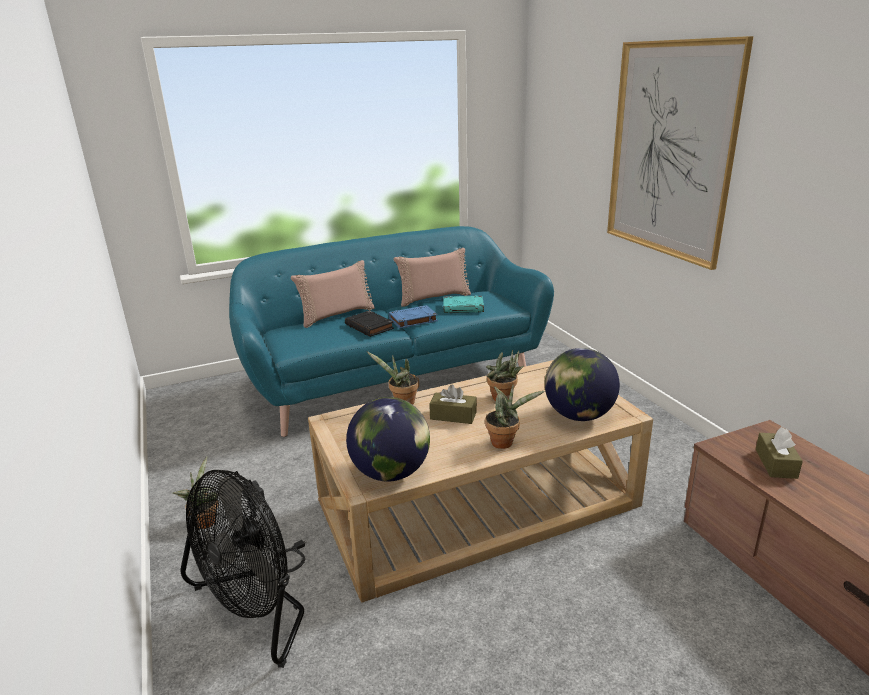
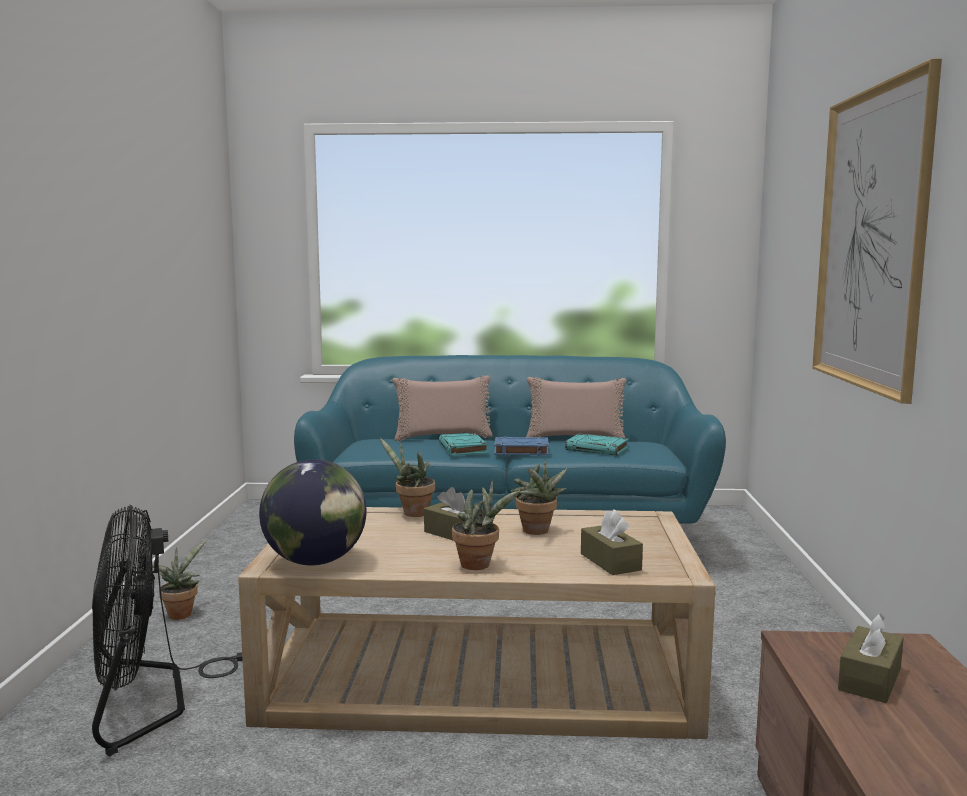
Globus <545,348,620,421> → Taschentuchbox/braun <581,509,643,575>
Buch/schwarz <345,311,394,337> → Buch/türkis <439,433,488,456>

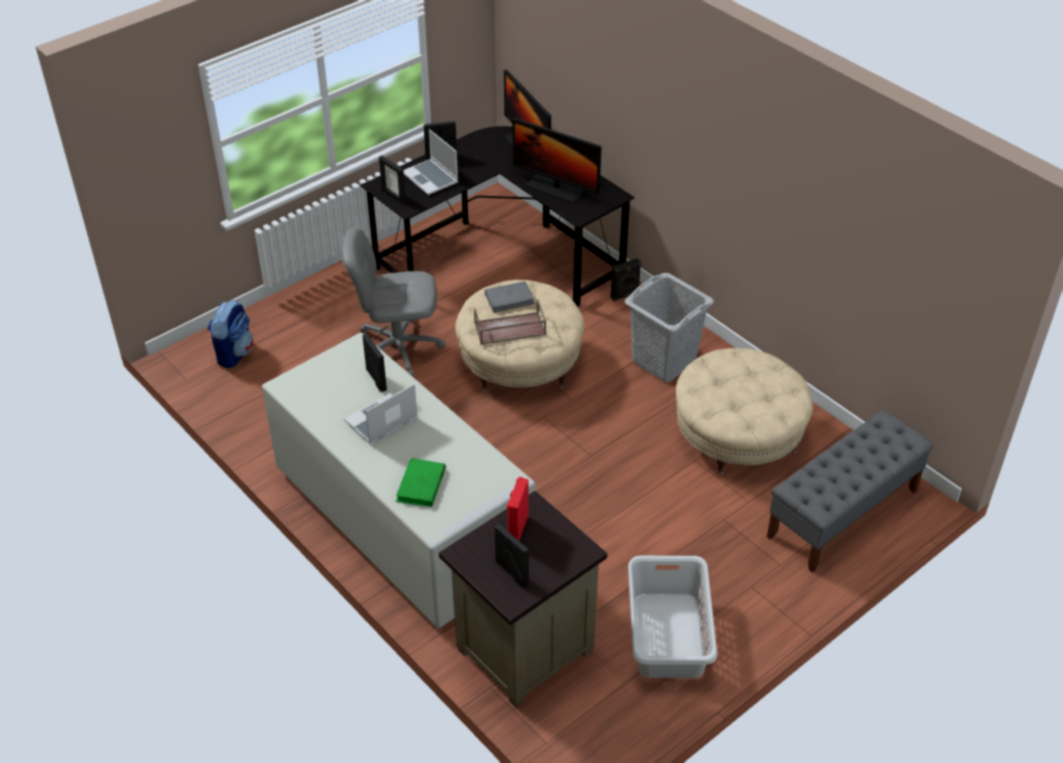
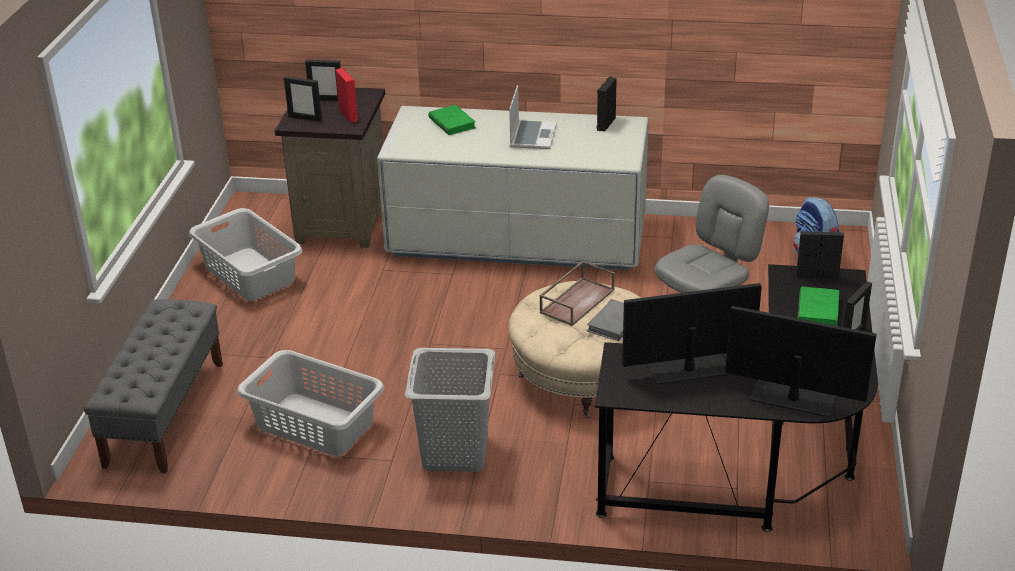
Bilderrahmen <362,334,387,392> → Bilderrahmen <284,76,322,122>, move
Lautsprecher/schwarz <611,258,641,301> → Lautsprecher/schwarz <597,76,617,132>, move
Laptop <403,129,458,195> → Buch/grün <797,286,839,326>
Polsterhocker/beige <676,348,813,475> → Wäschekorb/grau <237,350,384,456>

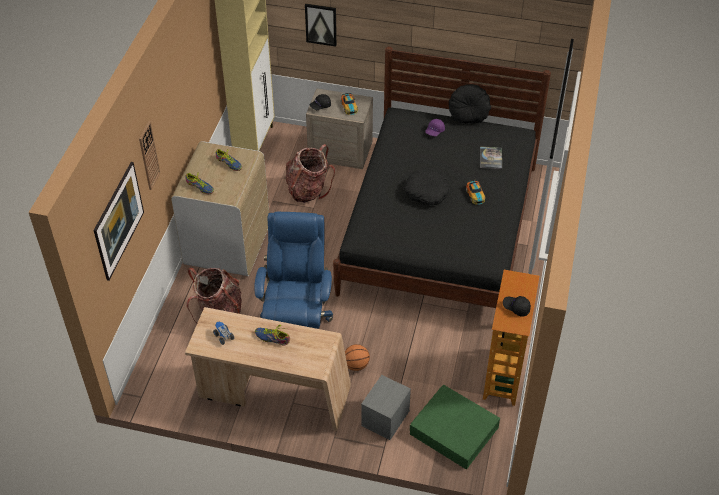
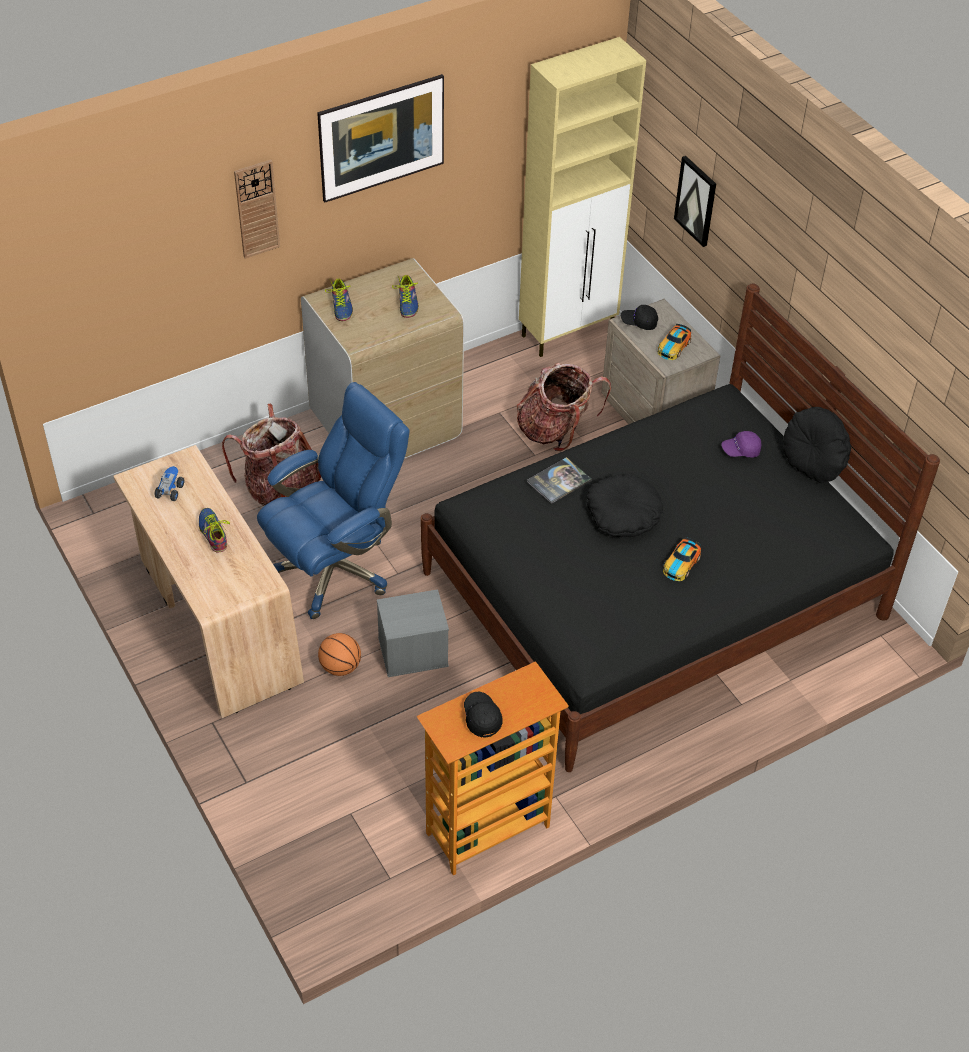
Aufbewahrungsbox/grün <410,385,500,469> → -
Bild <93,162,144,281> → Bild <317,74,444,202>, move
Aufbewahrungsbox/grau <361,375,411,440> → Aufbewahrungsbox/grau <377,589,449,677>, move
Buch <480,146,502,169> → Buch <527,457,592,504>, move

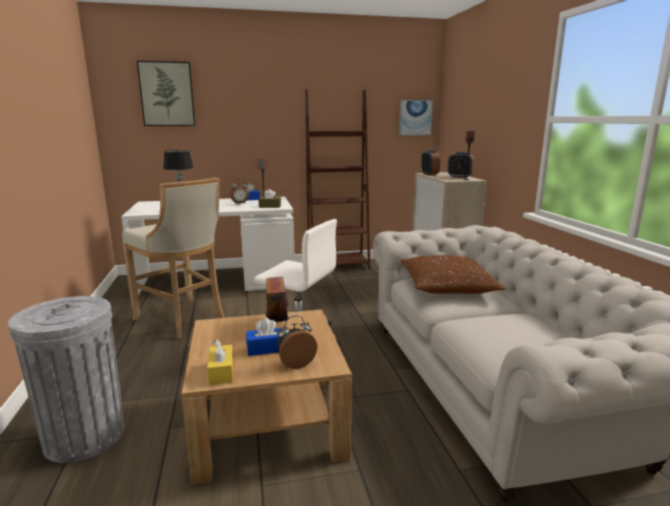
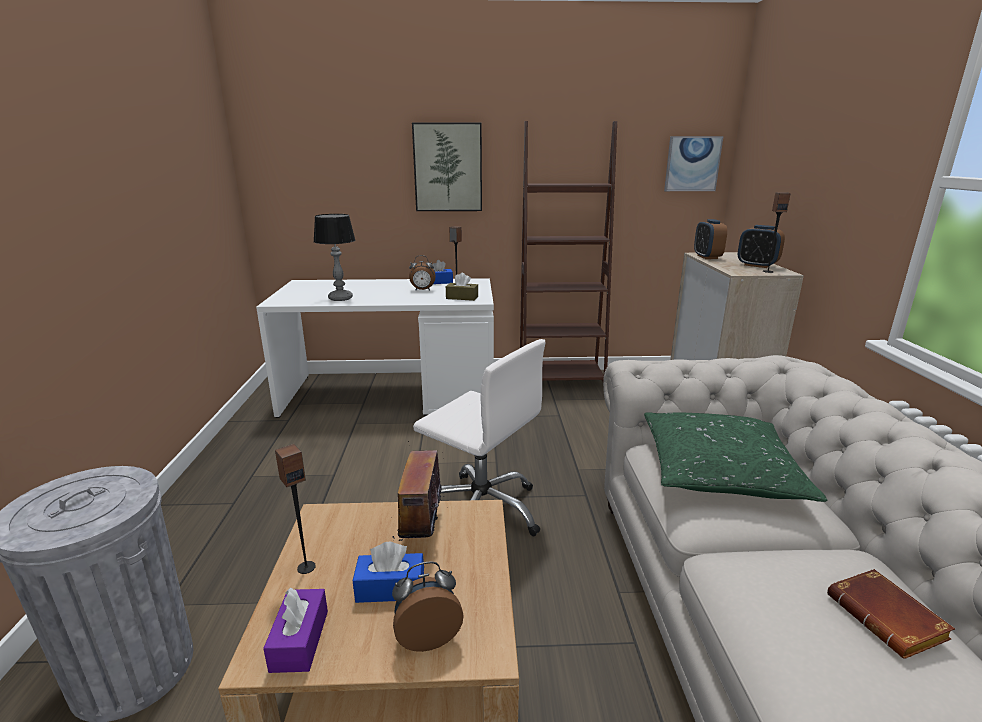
Hocker/beige <122,178,224,338> → -
- → Lautsprecher <275,444,316,574>
- → Buch/braun <827,569,955,659>
Bild <137,61,195,126> → Bild <412,123,482,211>, move
Taschentuchbox/gelb <207,339,233,385> → Taschentuchbox/lila <263,588,328,673>
Kissen/braun <401,255,505,294> → Kissen/grün <644,412,827,502>

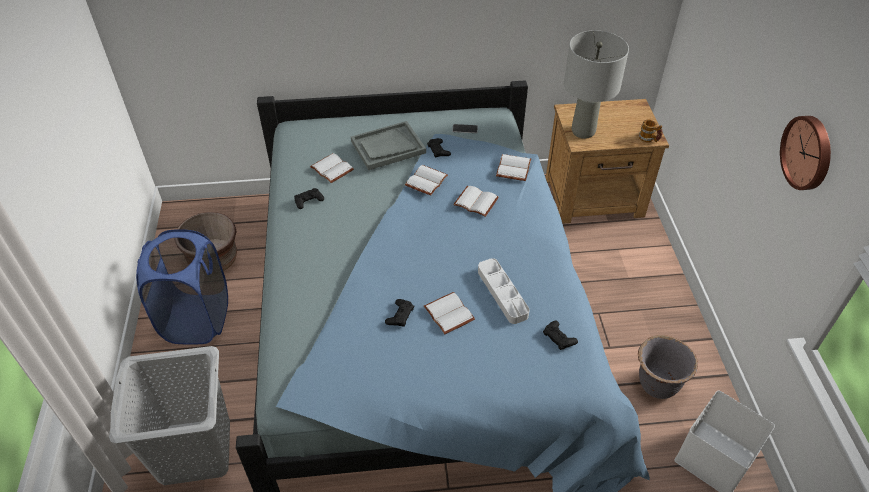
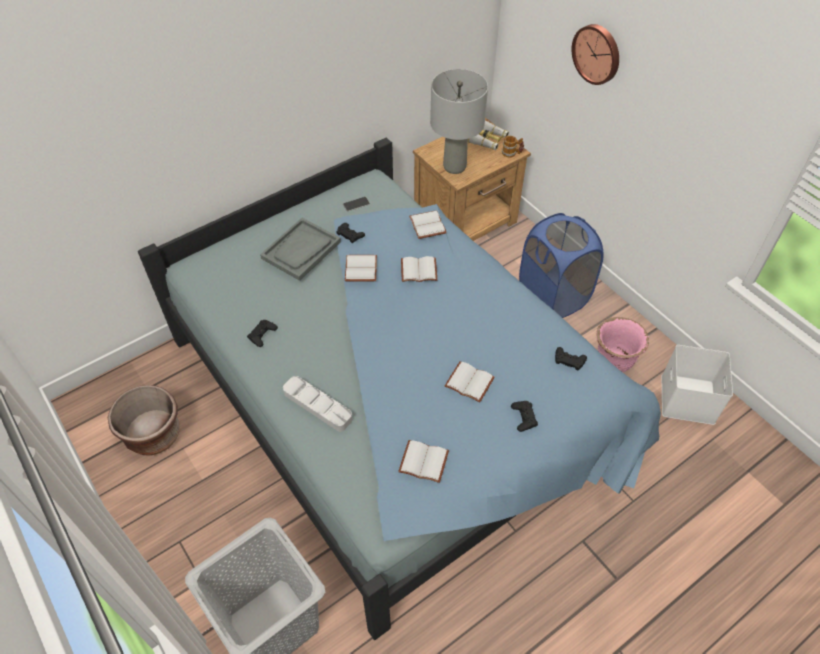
- → Fernglas <468,121,509,150>
Wäschekorb/blau <136,229,228,345> → Wäschekorb/blau <519,213,603,318>, move
Buch/weiß <310,153,354,183> → Buch/weiß <398,440,449,483>, move
Gamepad/schwarz <385,299,414,327> → Gamepad/schwarz <511,401,538,432>, move
Tablett/grau <478,258,530,324> → Tablett/grau <283,376,353,431>, move
Wanduhr <780,116,831,190> → Wanduhr <572,24,619,85>, move
Pflanzkübel/grau <638,335,698,399> → Pflanzkübel/rosa <596,317,649,372>

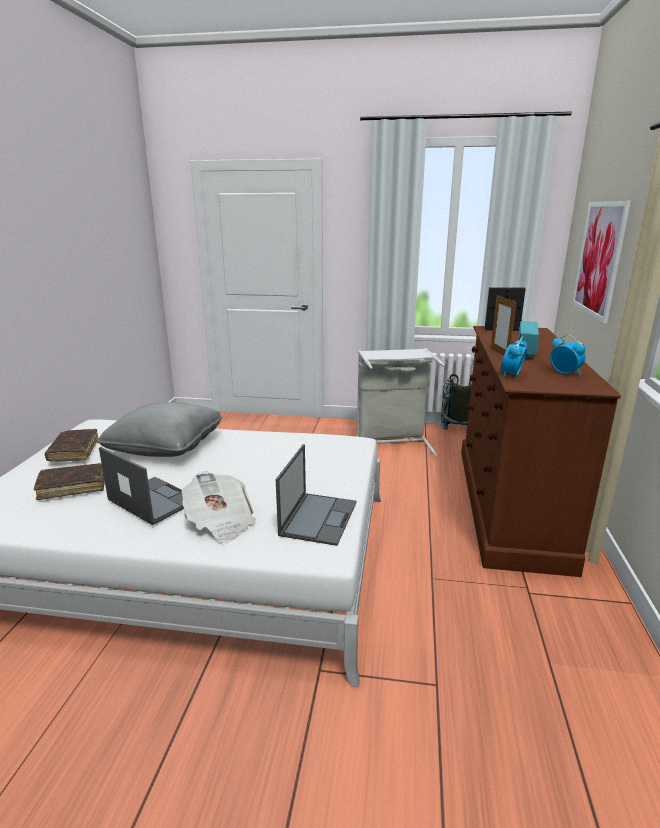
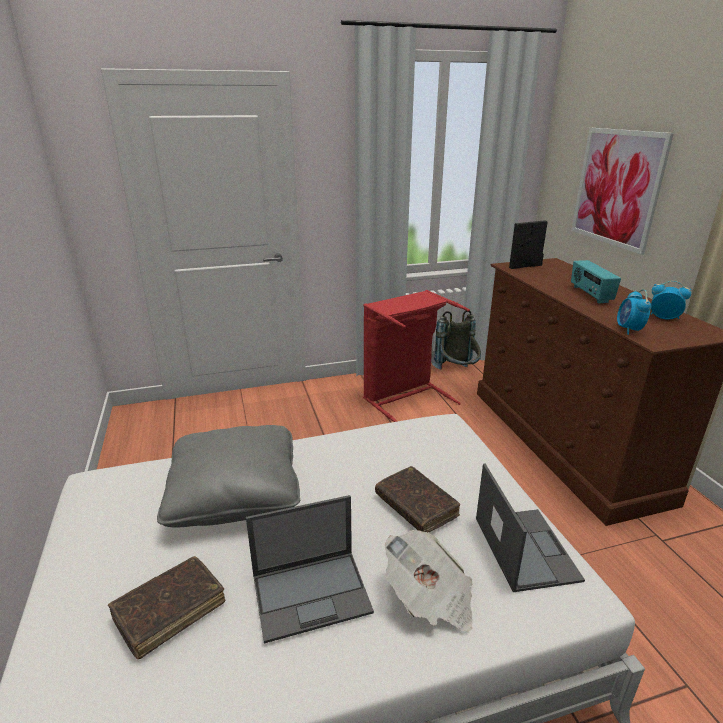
Bilderrahmen <491,294,516,355> → -
Buch/braun <44,429,98,461> → Buch/braun <375,466,460,533>, move
Wäschekorb/grau <357,348,445,457> → Wäschekorb/rot <363,290,470,422>
Laptop <99,447,184,525> → Laptop <246,495,374,644>, 150 degrees clockwise

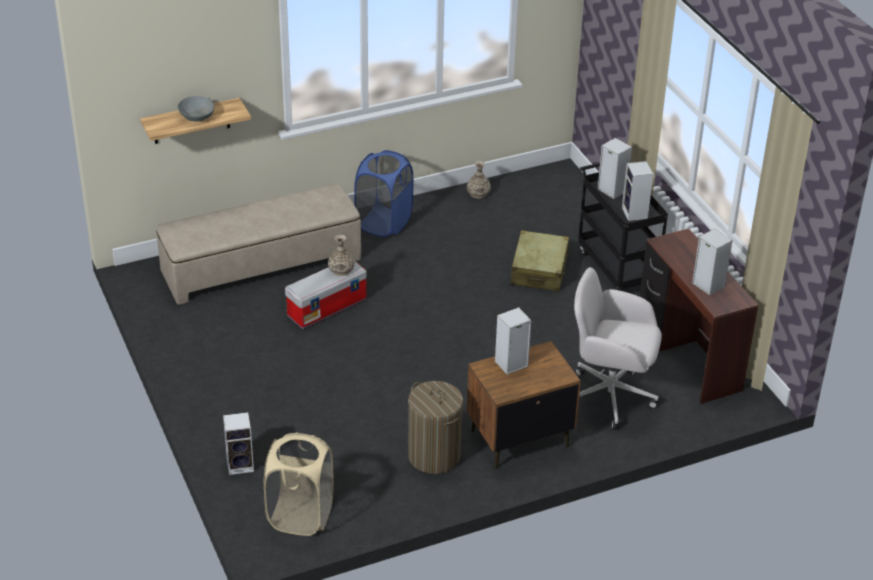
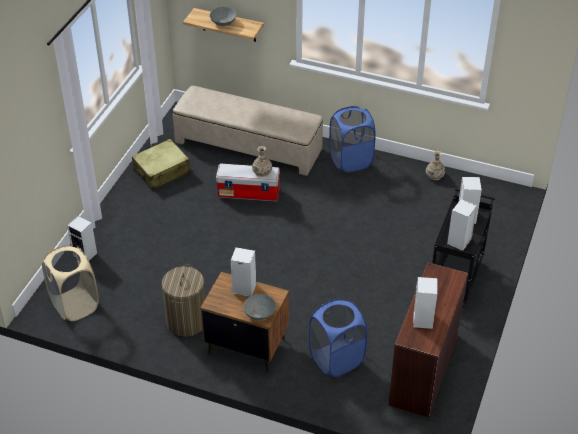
- → Schüssel/grau <243,294,276,320>
Koffer/beige <511,230,569,292> → Koffer/beige <132,139,191,190>, move
Bürostuhl/weiß <574,267,662,429> → Wäschekorb/blau <309,299,367,377>

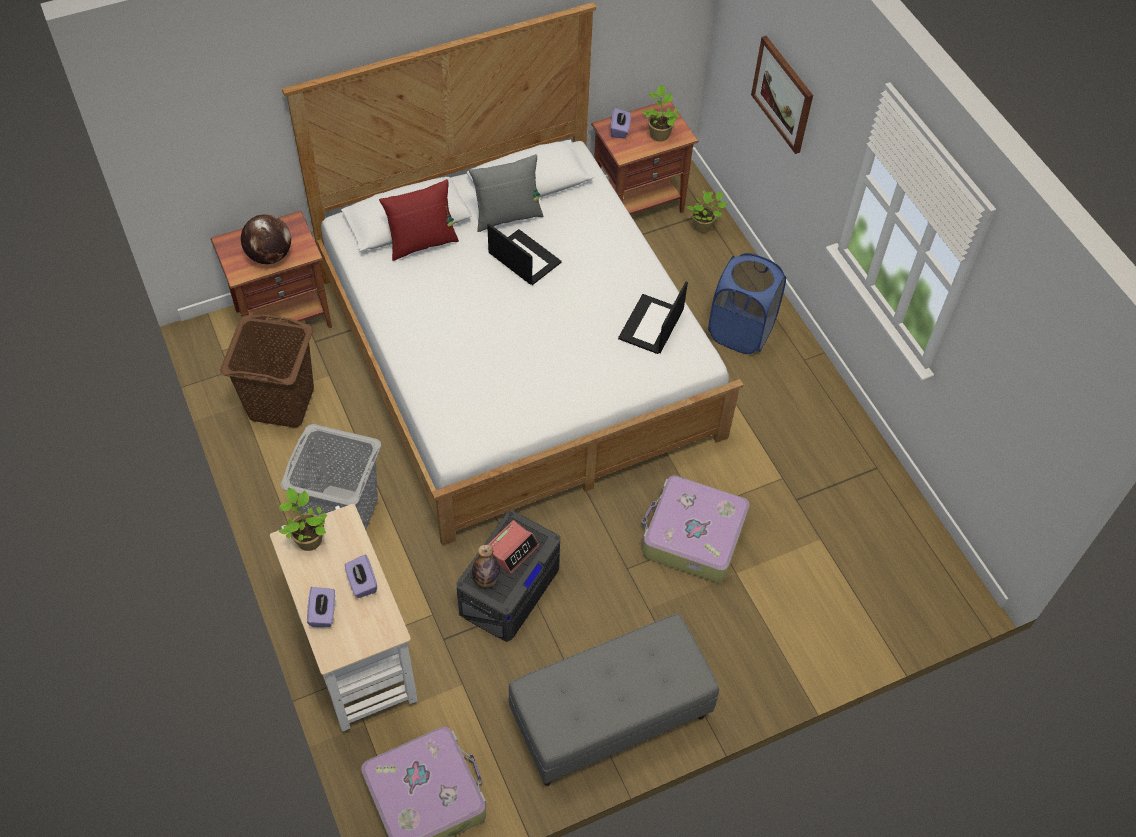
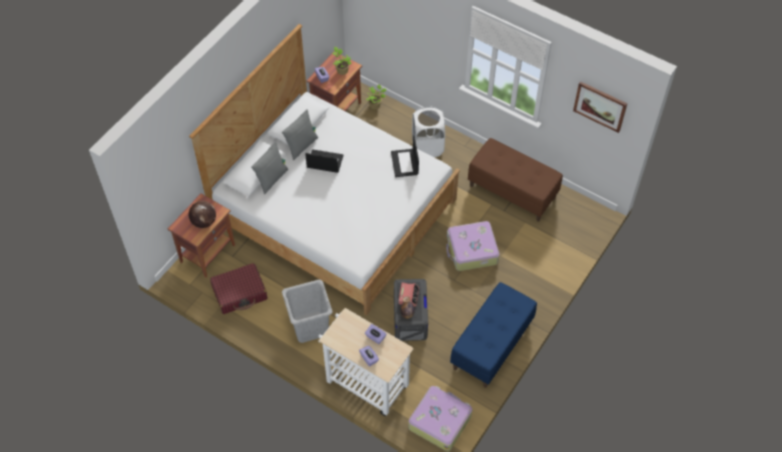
Topfpflanze <279,488,327,551> → -
- → Bank/braun <468,138,563,222>
Bild <751,36,813,154> → Bild <573,81,627,133>, move
Wäschekorb/braun <220,314,314,428> → Koffer/rot <210,263,268,314>
Kissen/rot <379,179,459,261> → Kissen/grau <251,142,288,194>
Bank/grau <508,614,719,786> → Bank/blau <450,282,537,388>
Wäschekorb/blau <708,253,786,354> → Wäschekorb/weiß <412,107,445,157>

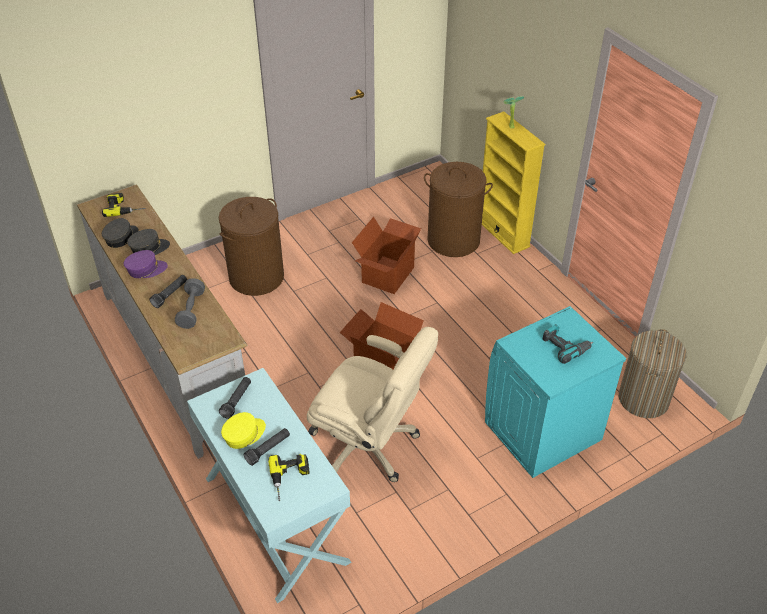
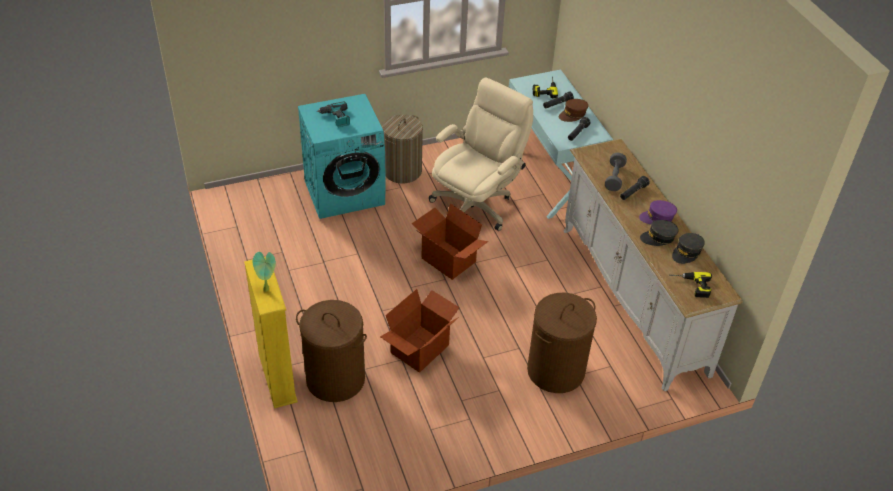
Wäschekorb <619,329,686,418> → Wäschekorb <382,114,423,184>, move
Kappe/gelb <221,412,266,449> → Kappe/braun <559,99,588,122>
Bürostuhl/beige <307,327,438,482> → Bürostuhl/beige <429,77,533,231>, 90 degrees clockwise

